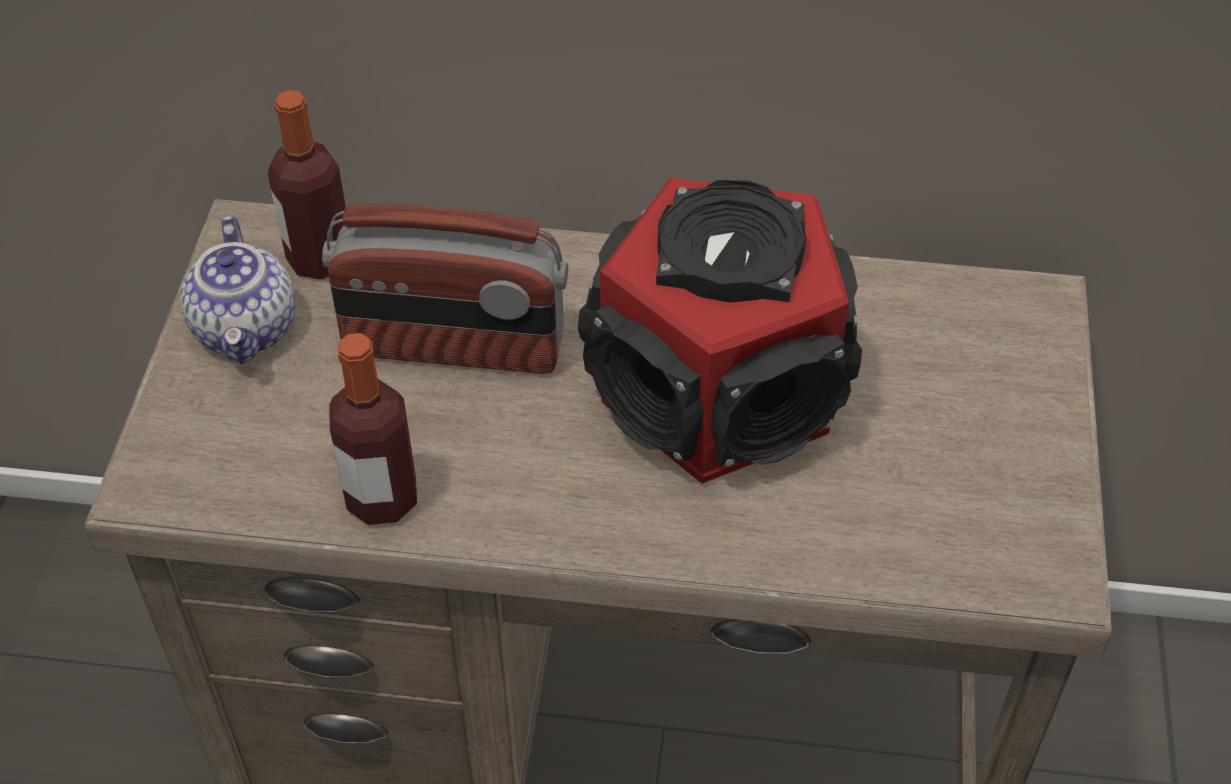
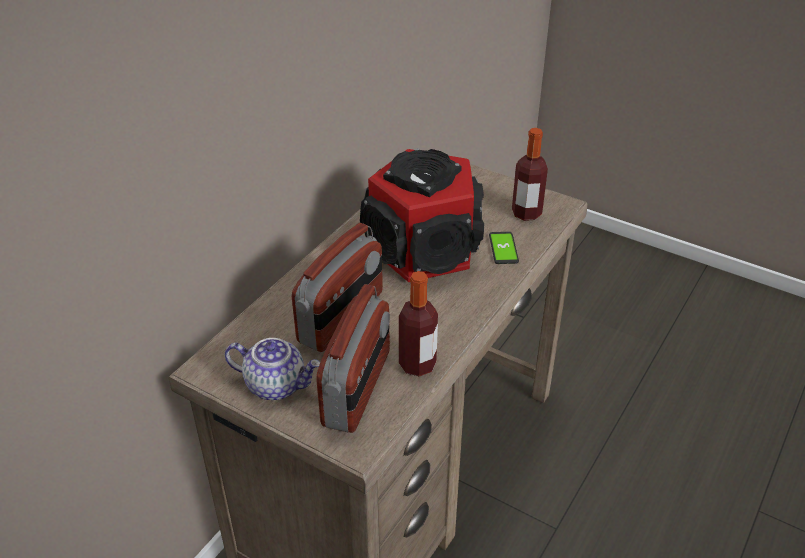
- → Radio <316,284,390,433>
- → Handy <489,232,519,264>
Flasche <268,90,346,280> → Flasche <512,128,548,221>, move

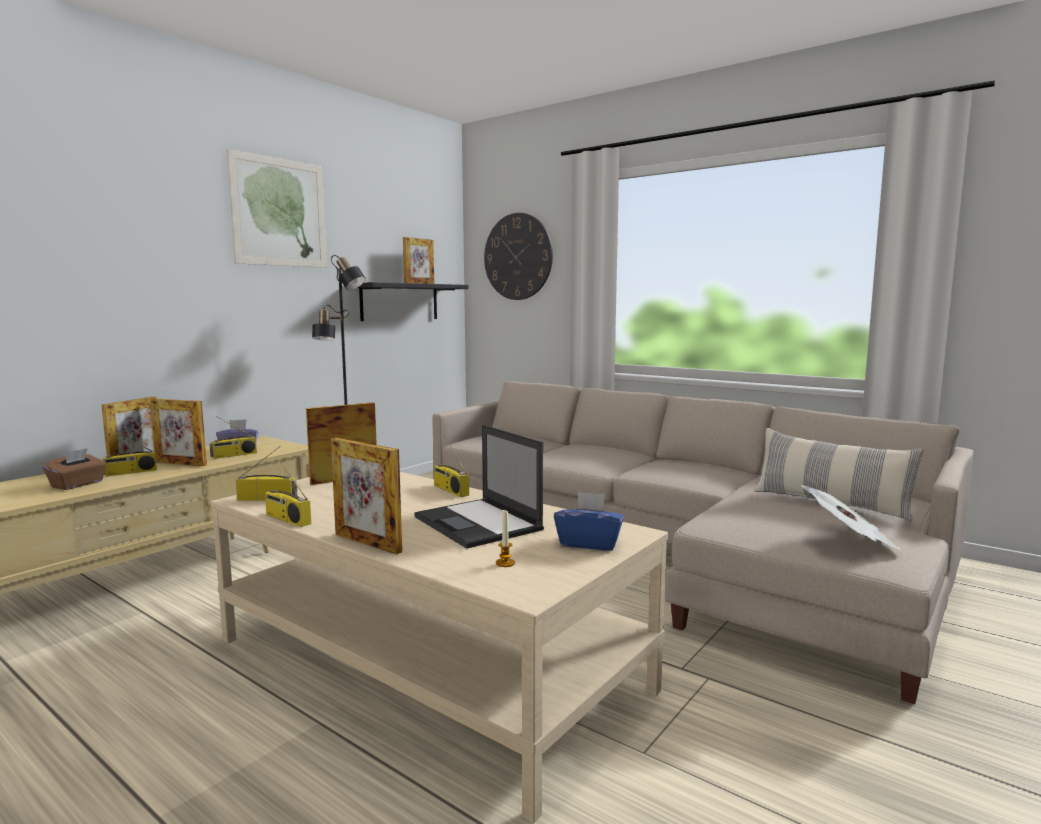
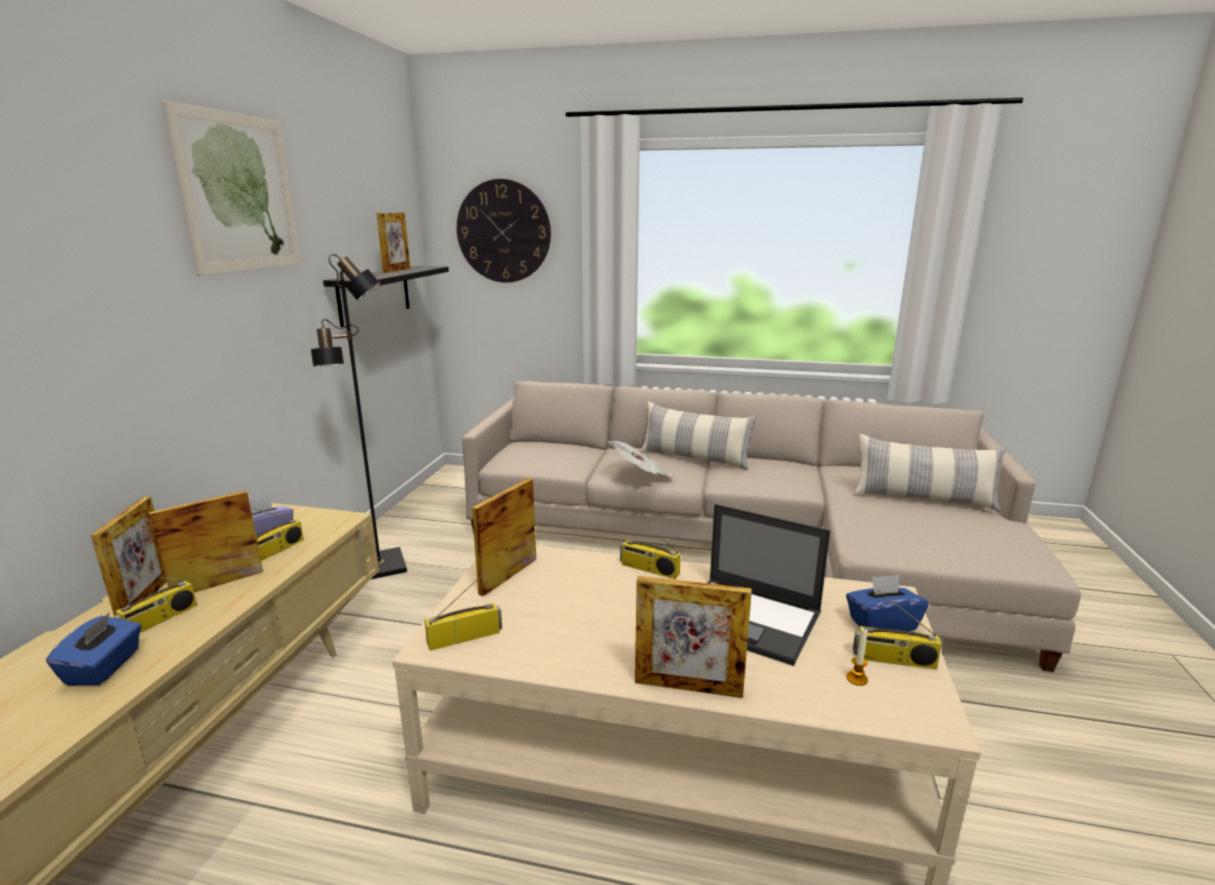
- → Kissen <640,401,756,470>
Radio <265,457,311,527> → Radio <853,590,942,669>, move
Zeitung <801,485,902,550> → Zeitung <608,441,673,477>, move
Taschentuchbox/braun <43,448,107,490> → Taschentuchbox/blau <46,613,141,685>
Bilderrahmen <150,399,207,466> → Bilderrahmen <149,490,263,593>, 150 degrees clockwise

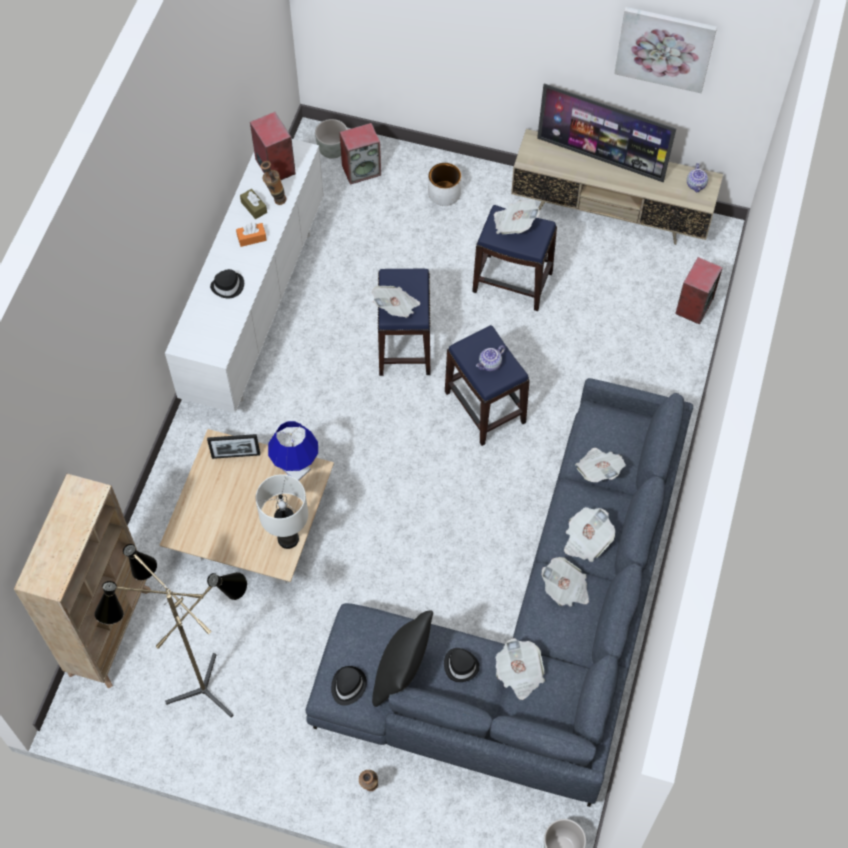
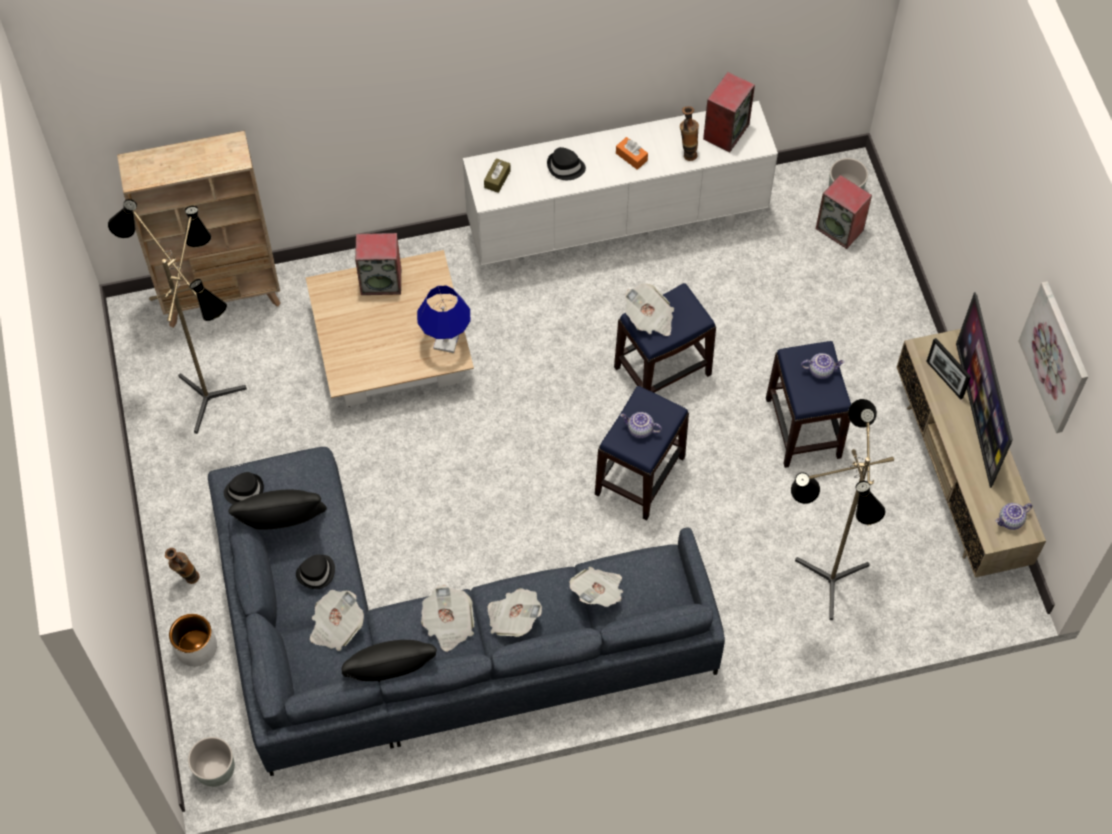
Tischlampe/weiß <256,474,308,549> → -
- → Kissen/schwarz <342,640,437,682>
- → Stehlampe <791,399,894,620>
Bilderrahmen <207,434,260,459> → Bilderrahmen <926,338,971,400>, move
Taschentuchbox/braun <240,189,267,219> → Taschentuchbox/braun <484,158,511,193>, move
Pflanzkübel/weiß <428,163,461,206> → Pflanzkübel/weiß <169,614,217,666>, move
Lautsprecher <675,257,723,325> → Lautsprecher <355,233,401,295>, move
Zeitung <493,200,540,234> → Teekanne <801,353,845,379>

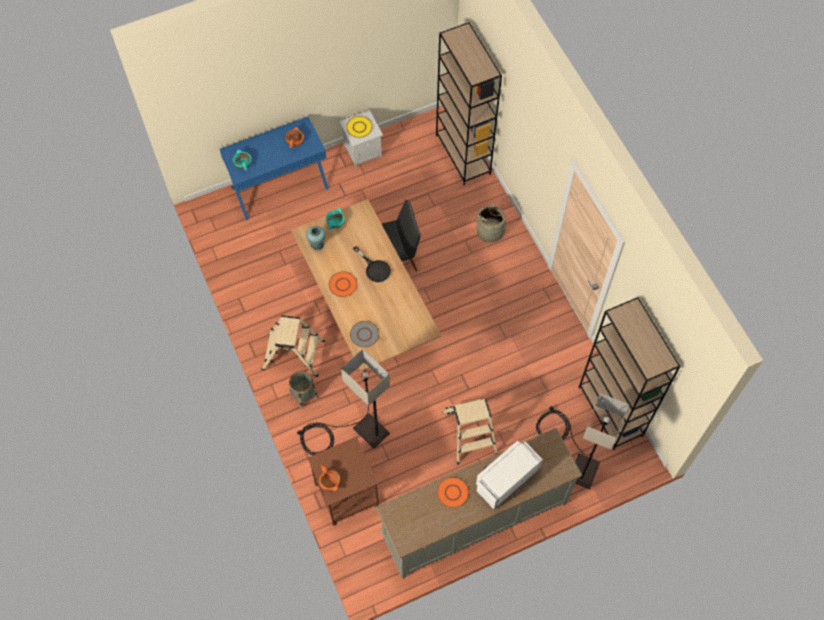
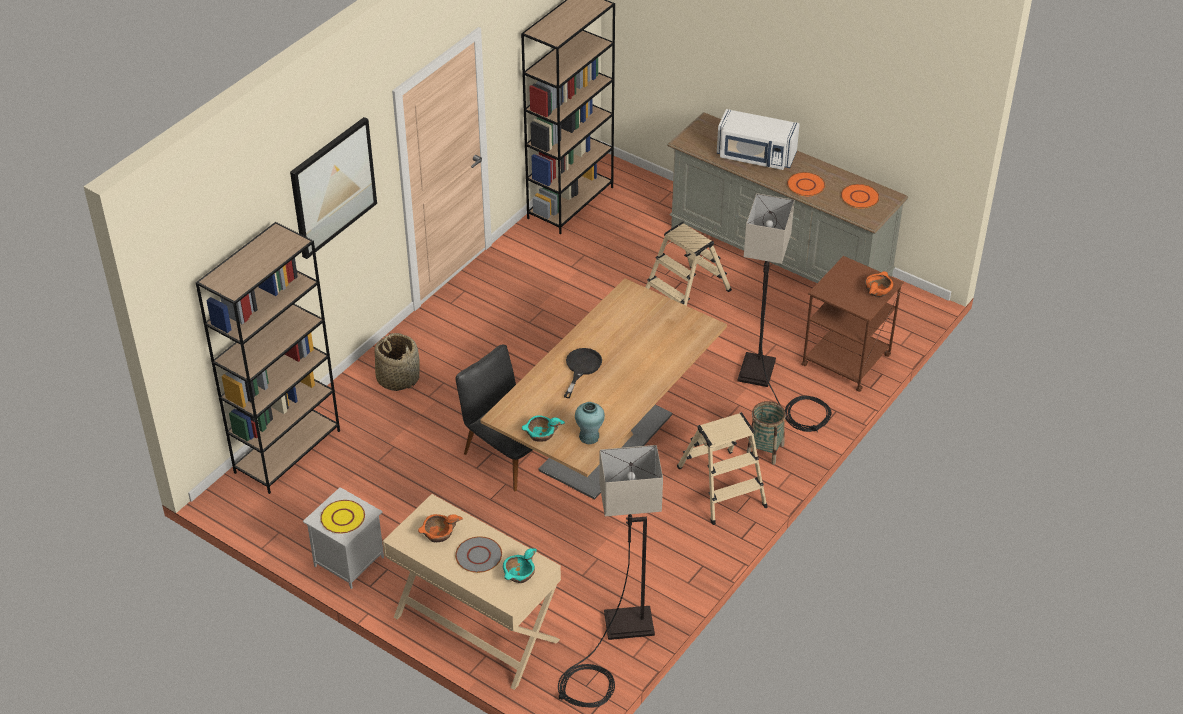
- → Bild <290,117,377,259>
Teller/orange <329,271,357,297> → Teller/orange <841,184,880,209>, move
Teller/grau <350,321,379,348> → Teller/grau <455,536,502,573>, move
Stehlampe <536,393,629,489> → Stehlampe <558,445,663,707>, move
Konsolentisch/blau <220,116,329,221> → Konsolentisch/beige <383,494,561,690>

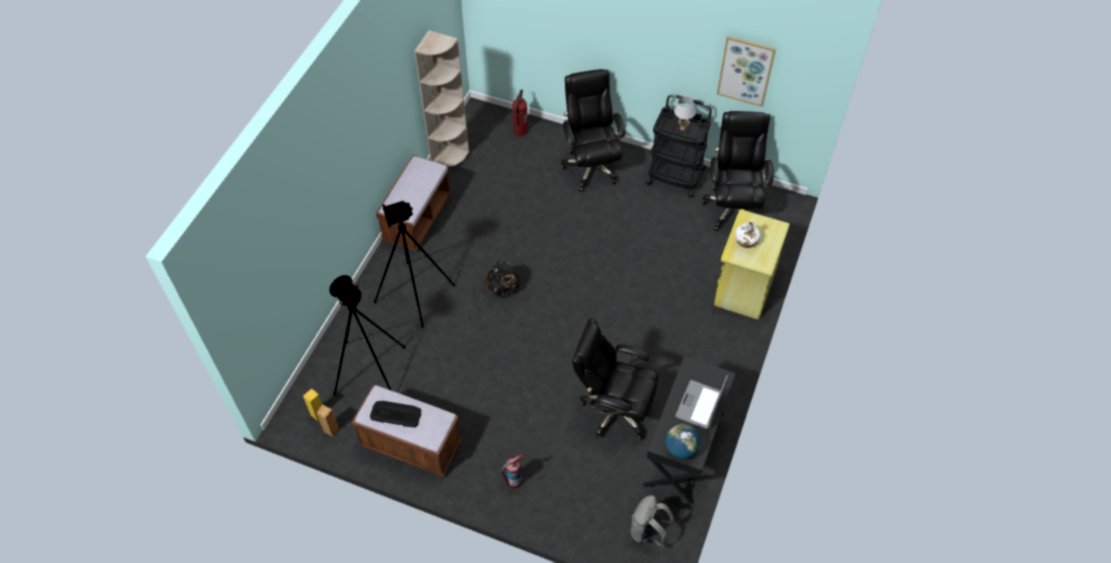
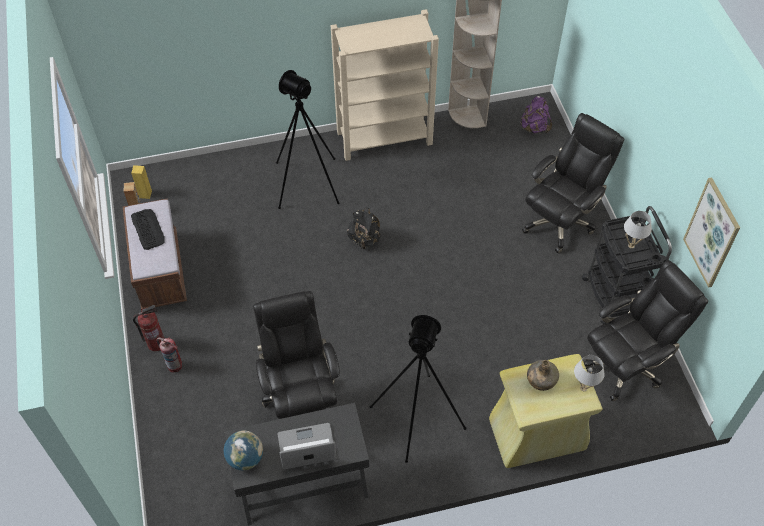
Rucksack/grau <631,496,675,548> → -
- → Rucksack/lila <520,96,552,134>
- → Tischlampe/weiß <574,355,605,391>
Stehlampe/schwarz <329,275,405,396> → Stehlampe/schwarz <370,315,467,463>, move
Feuerlöscher <513,90,528,136> → Feuerlöscher <133,305,165,352>, move
Bank/braun <376,155,451,251> → Bücherregal/beige <331,9,439,161>
Flasche/weiß <735,221,761,248> → Flasche/grün <527,360,559,391>

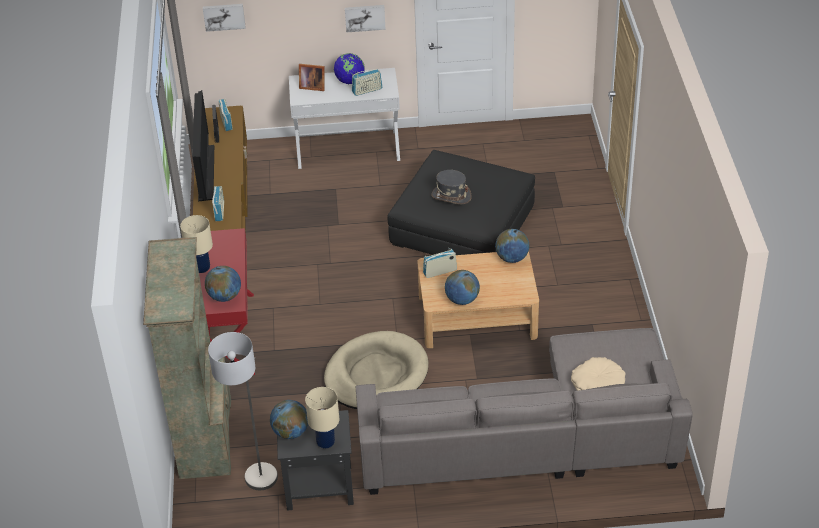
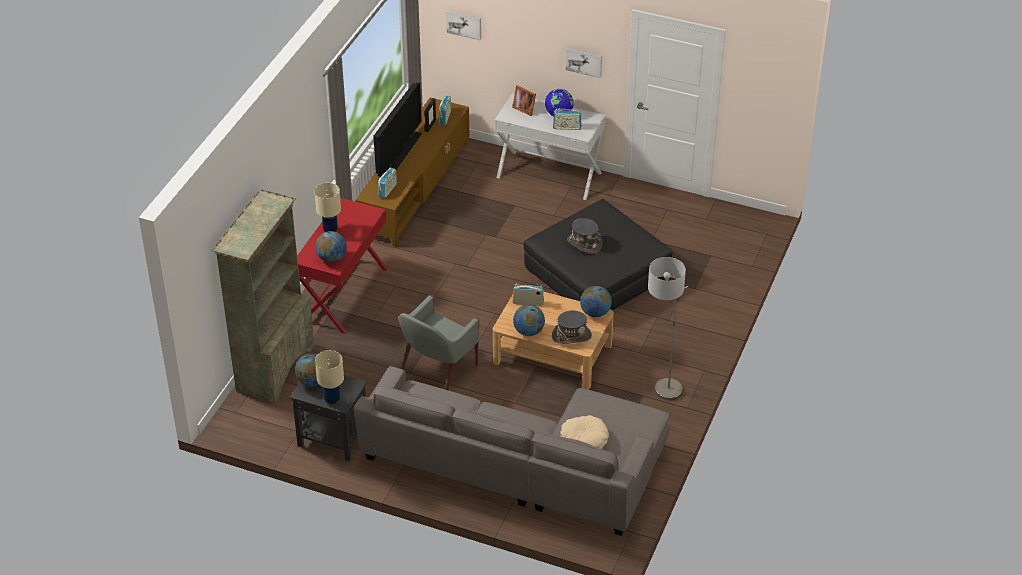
- → Hut/grau <552,311,592,344>
Stehlampe/grau <208,332,278,490> → Stehlampe/grau <648,257,688,400>, move
Hundebett/beige <324,331,429,409> → Sessel/grau <398,295,479,390>

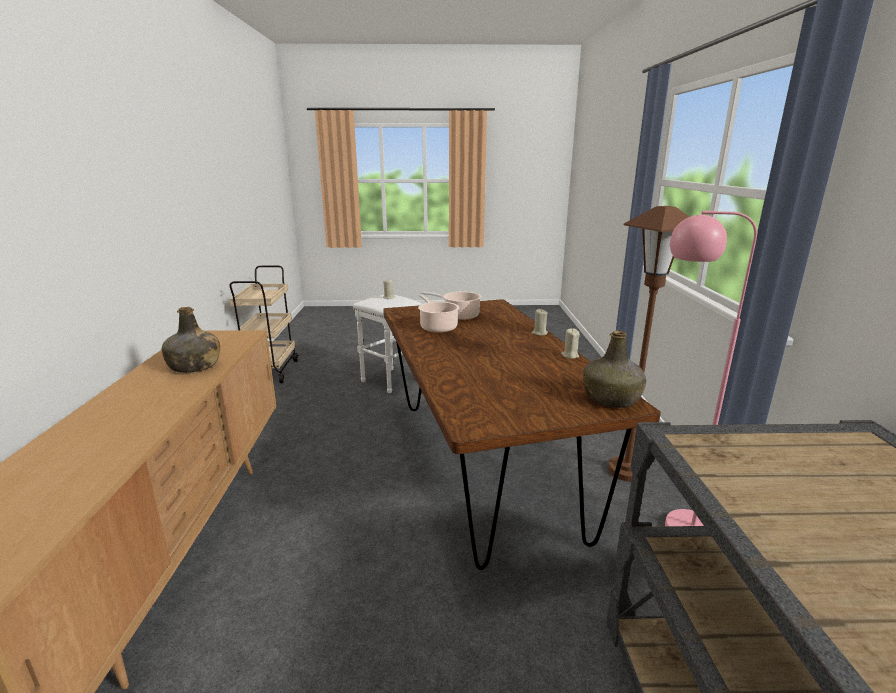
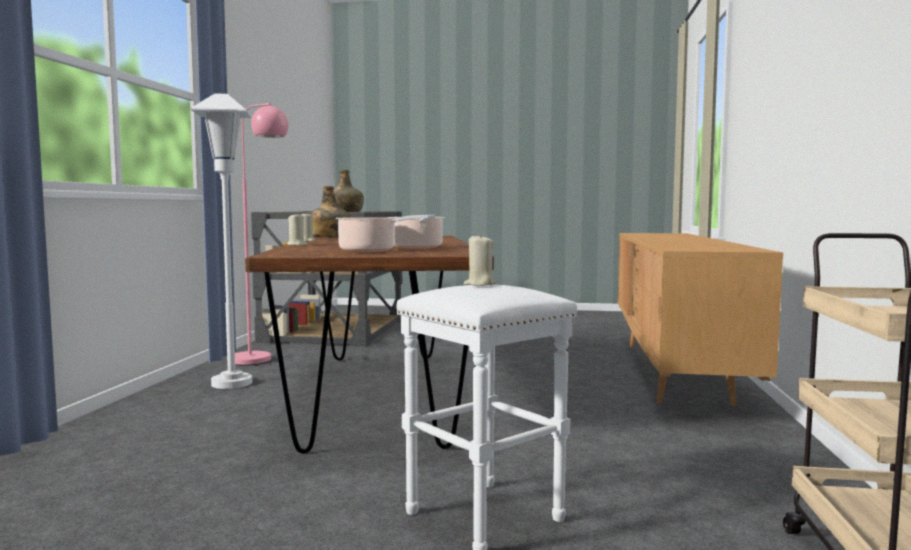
Flasche/grün <162,307,220,373> → Flasche/grün <334,170,364,212>, move
Stehlampe/braun <608,206,689,482> → Stehlampe/weiß <190,93,252,389>

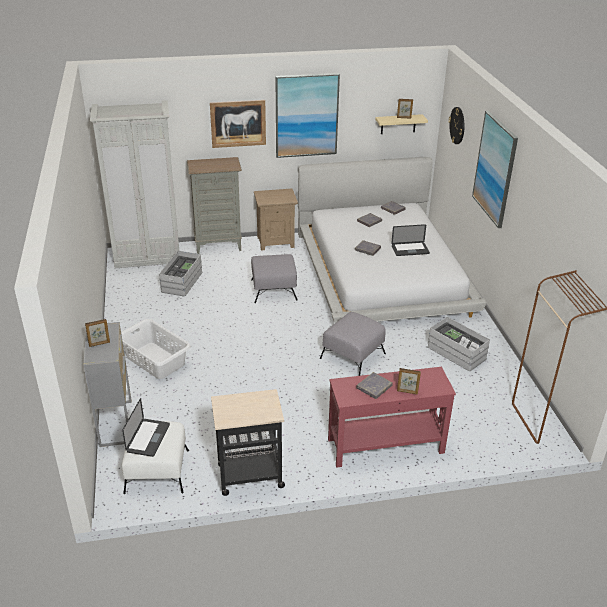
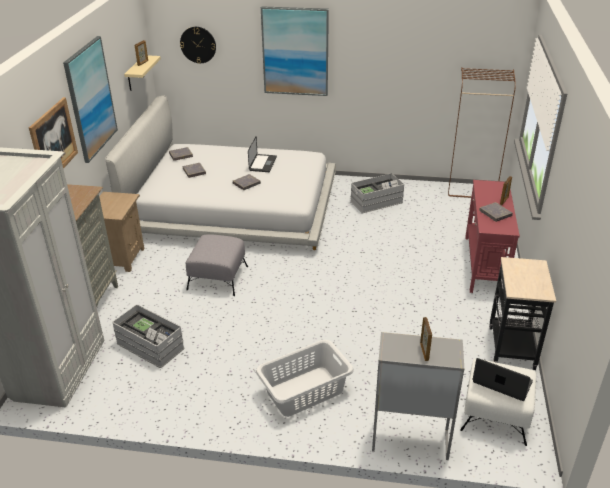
Polsterhocker/grau <320,312,386,376> → -

